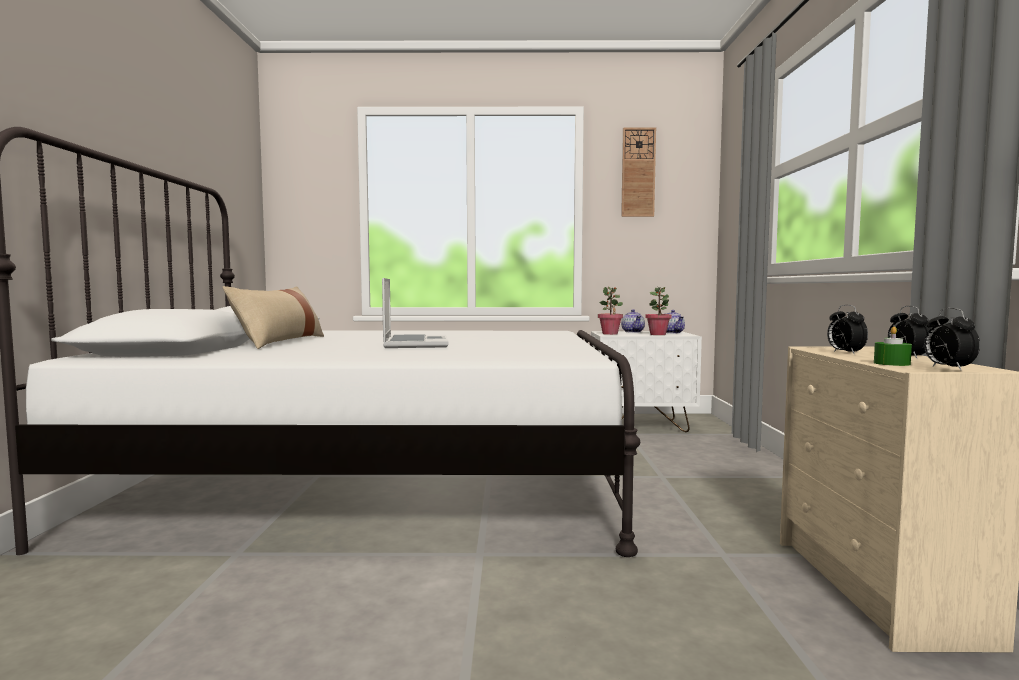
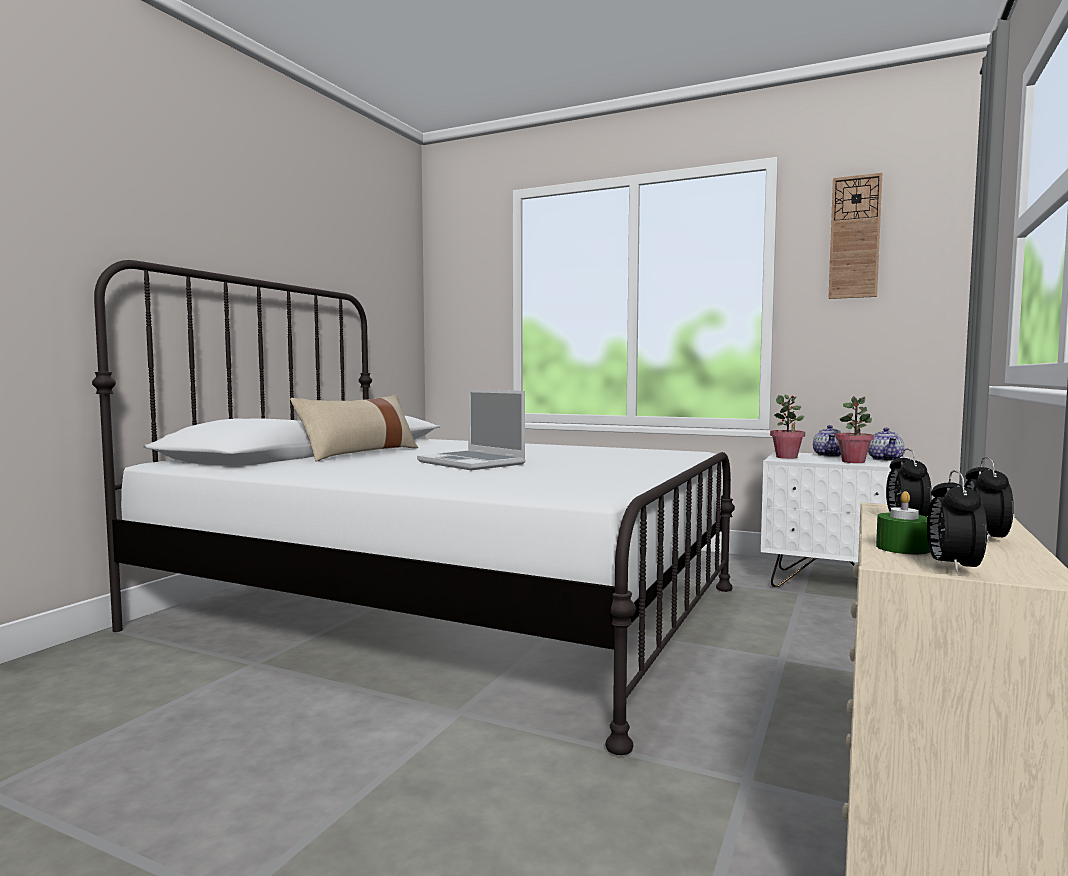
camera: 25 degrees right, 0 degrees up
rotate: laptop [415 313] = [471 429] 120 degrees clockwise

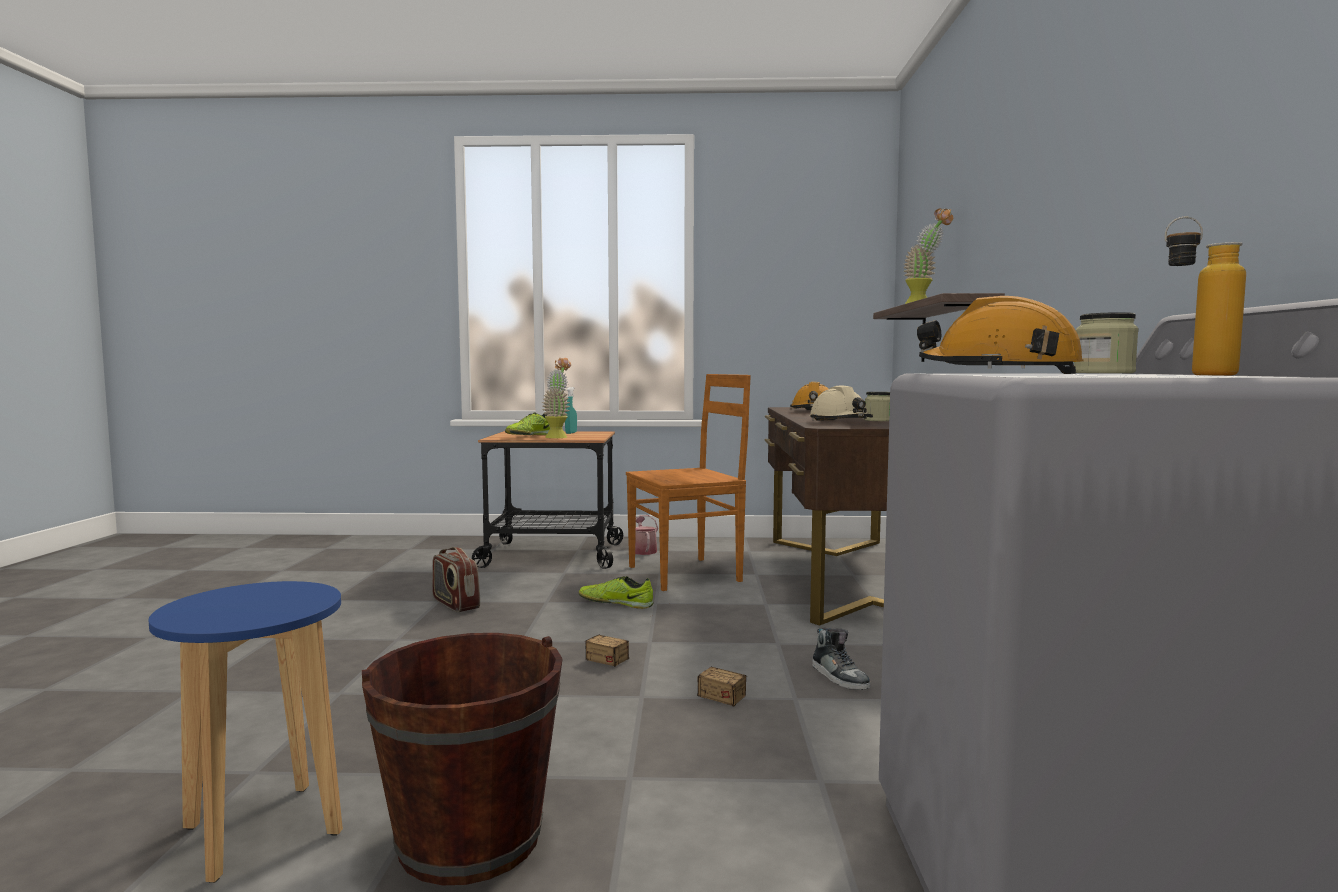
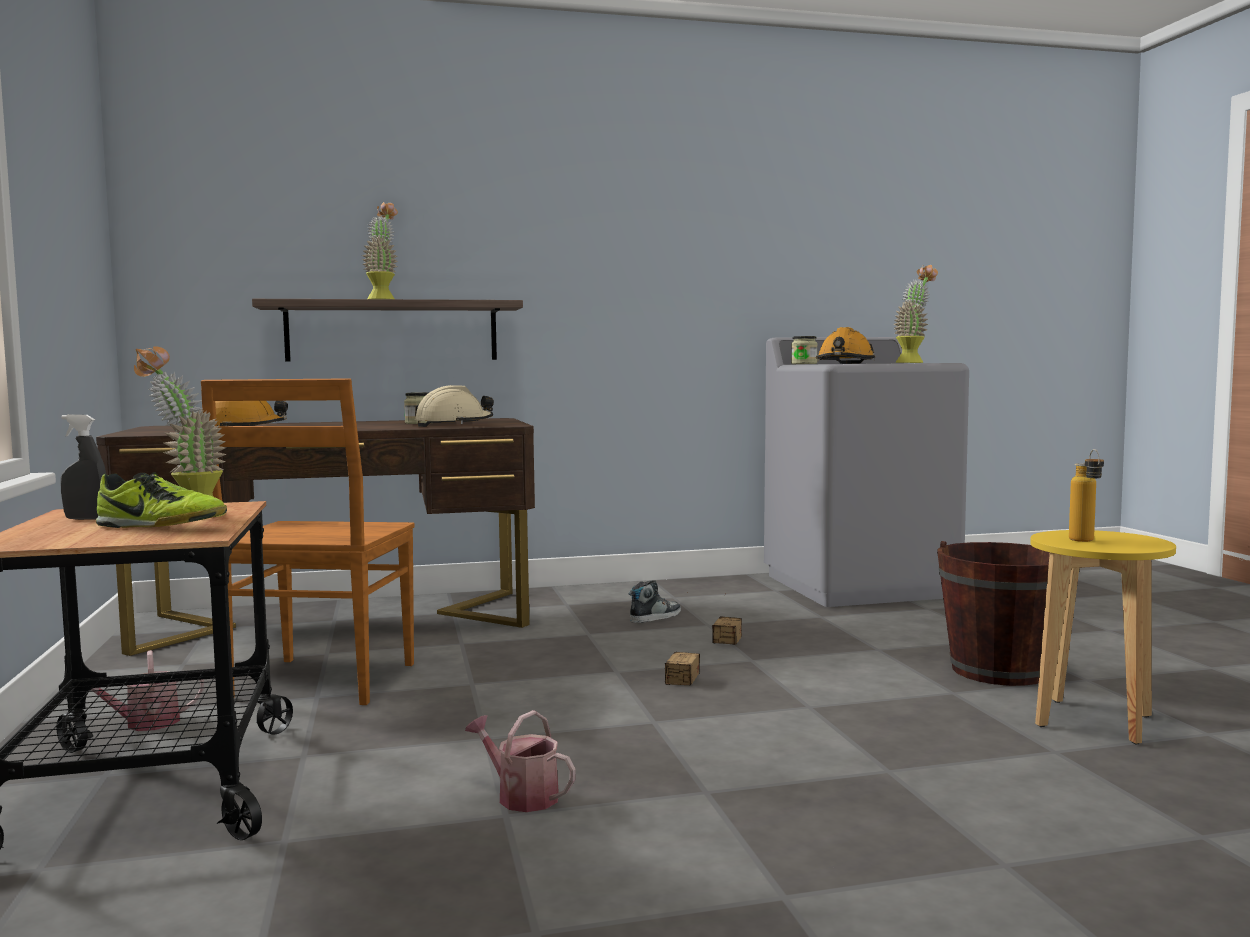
camera: 105 degrees left, 0 degrees up
delete: shoe [616 592]
insert: potted plant [915 314]
move: bottle [1205 295] to [1086 495]
replace: radio [456 579] to watering can [520 761]
recolor: blue stool [245 732] to yellow stool [1103 637]; turquoise spray bottle [571 410] to grey spray bottle [83 467]
rotate: brown chair [688 482] = [308 541] 135 degrees counterclockwise

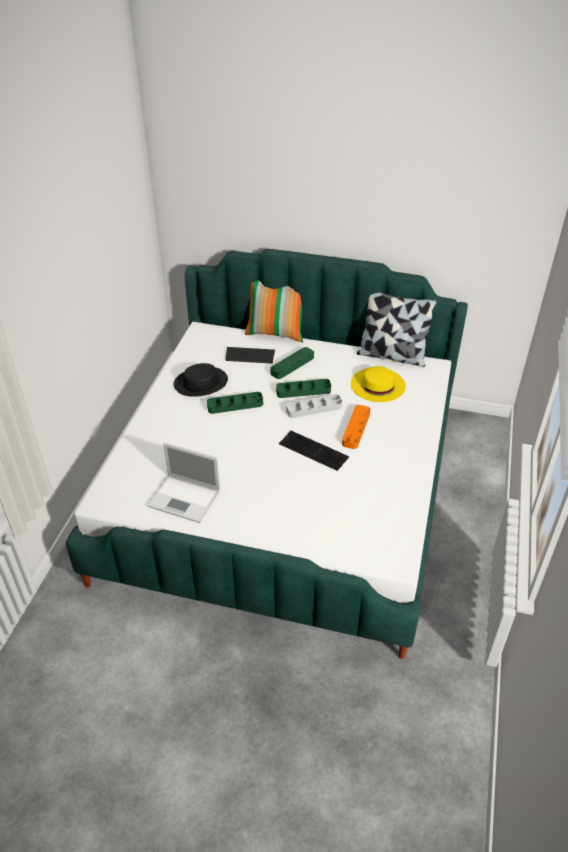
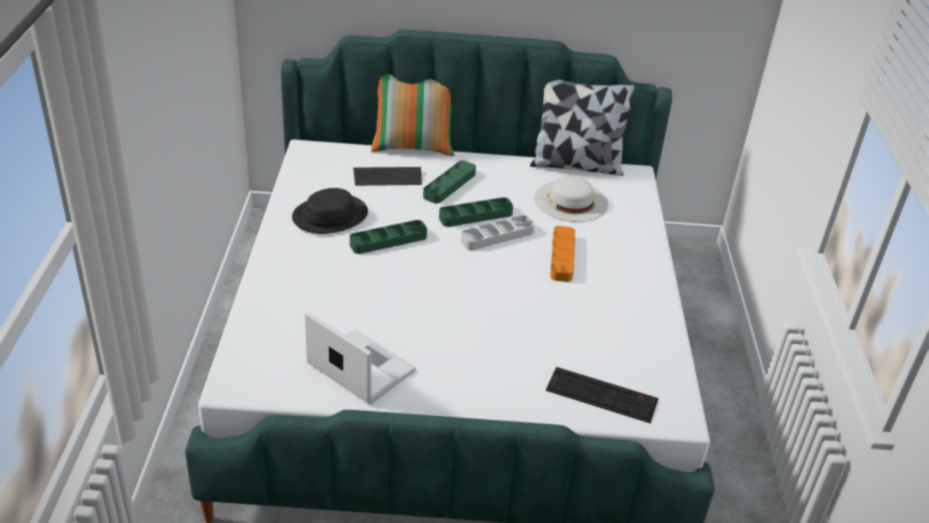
camera: 15 degrees left, 5 degrees down
move: keyboard [314 451] to [602 395]
recolor: yellow hat [378 384] to white hat [571 199]
rotate: laptop [183 483] = [360 357] 150 degrees counterclockwise

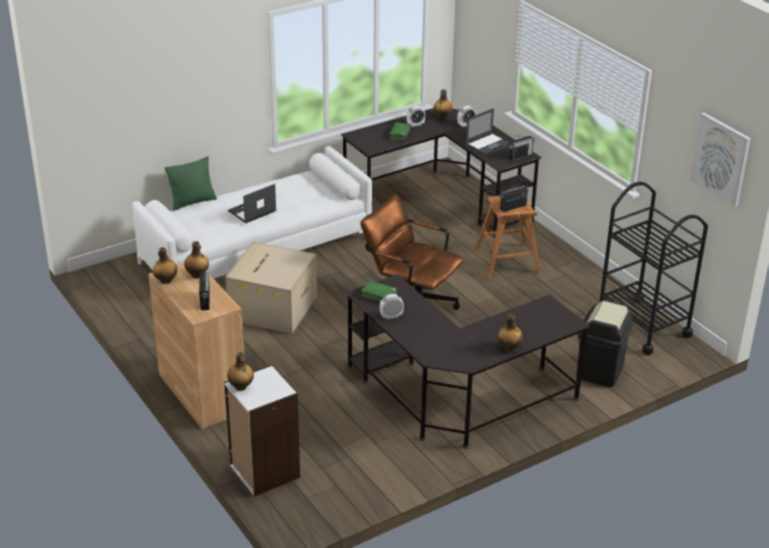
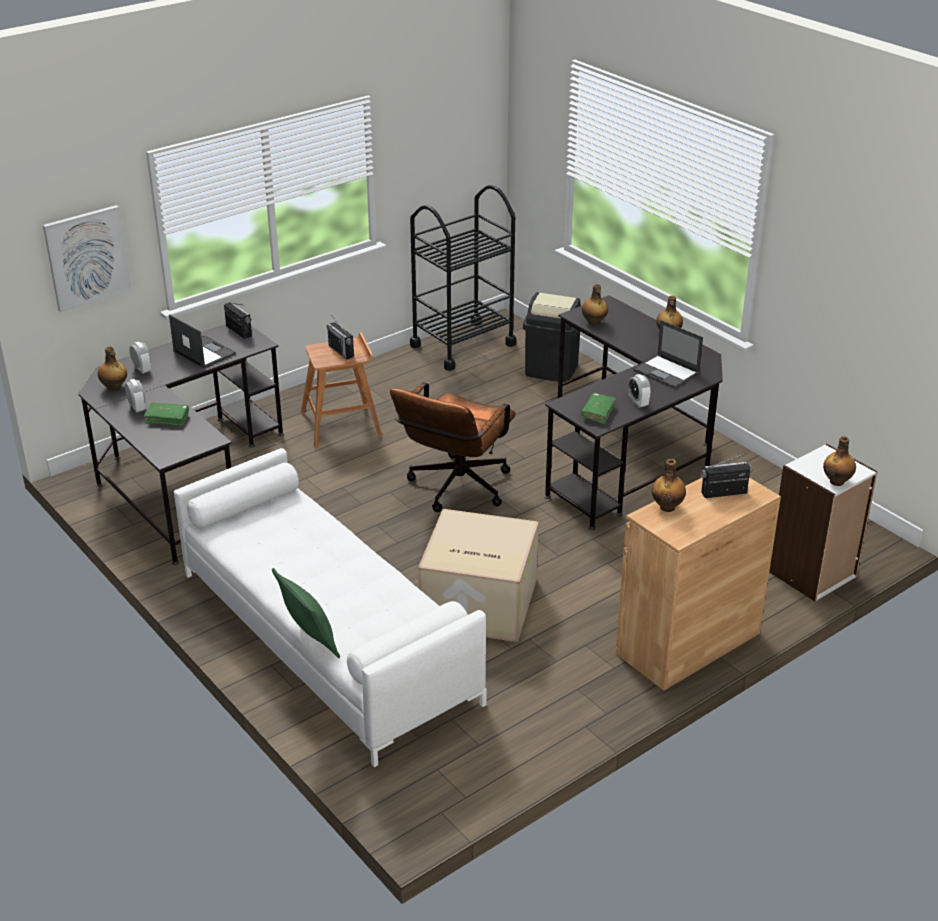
camera: 95 degrees left, 0 degrees up
move: bottle [165 265] to [595 305]; laptop [252 203] to [668 354]; picture [720 160] to [87 258]

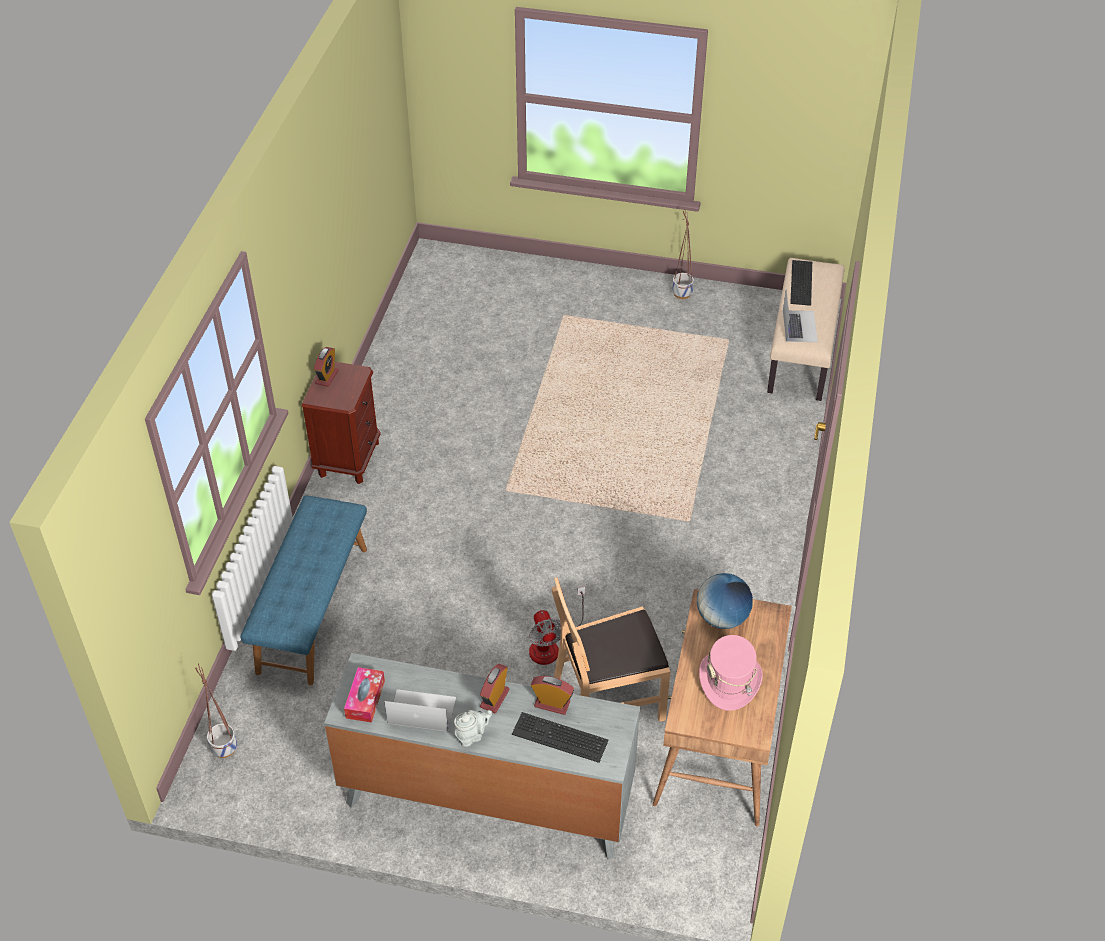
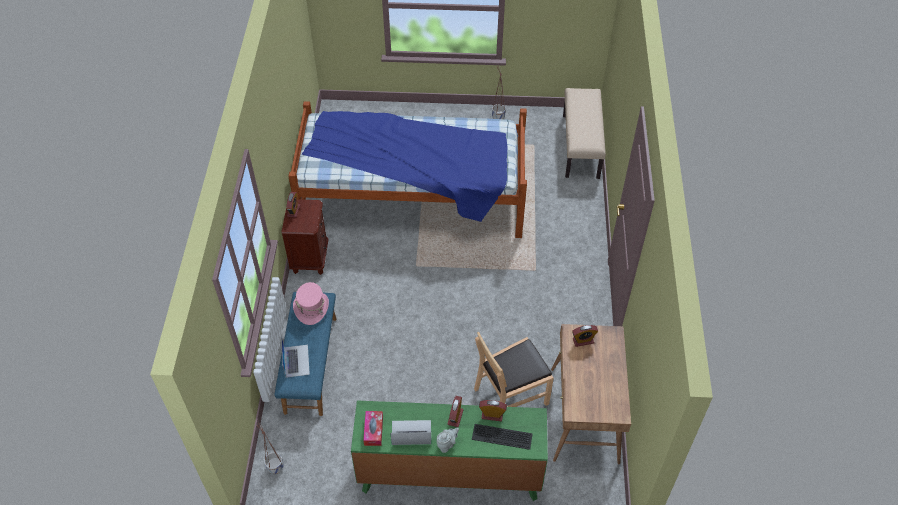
camera: 10 degrees left, 5 degrees up
delete: fan [557 626]; keyboard [801 283]
insert: bed [407 169]
move: pink hat [731 673] to [311 303]; laptop [800 315] to [295 357]
replace: globe [725 601] to alarm clock [585 336]
recolor: grey dresser [482 756] to green dresser [449 451]

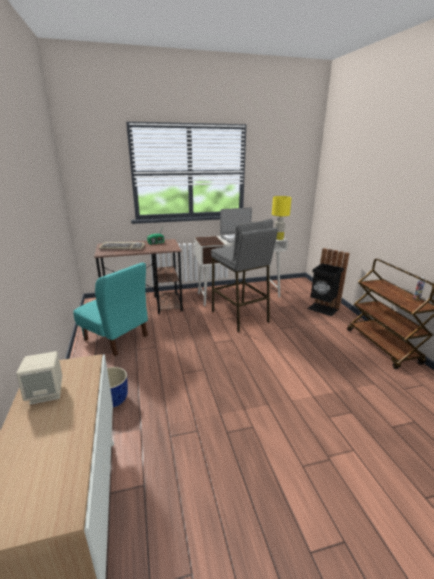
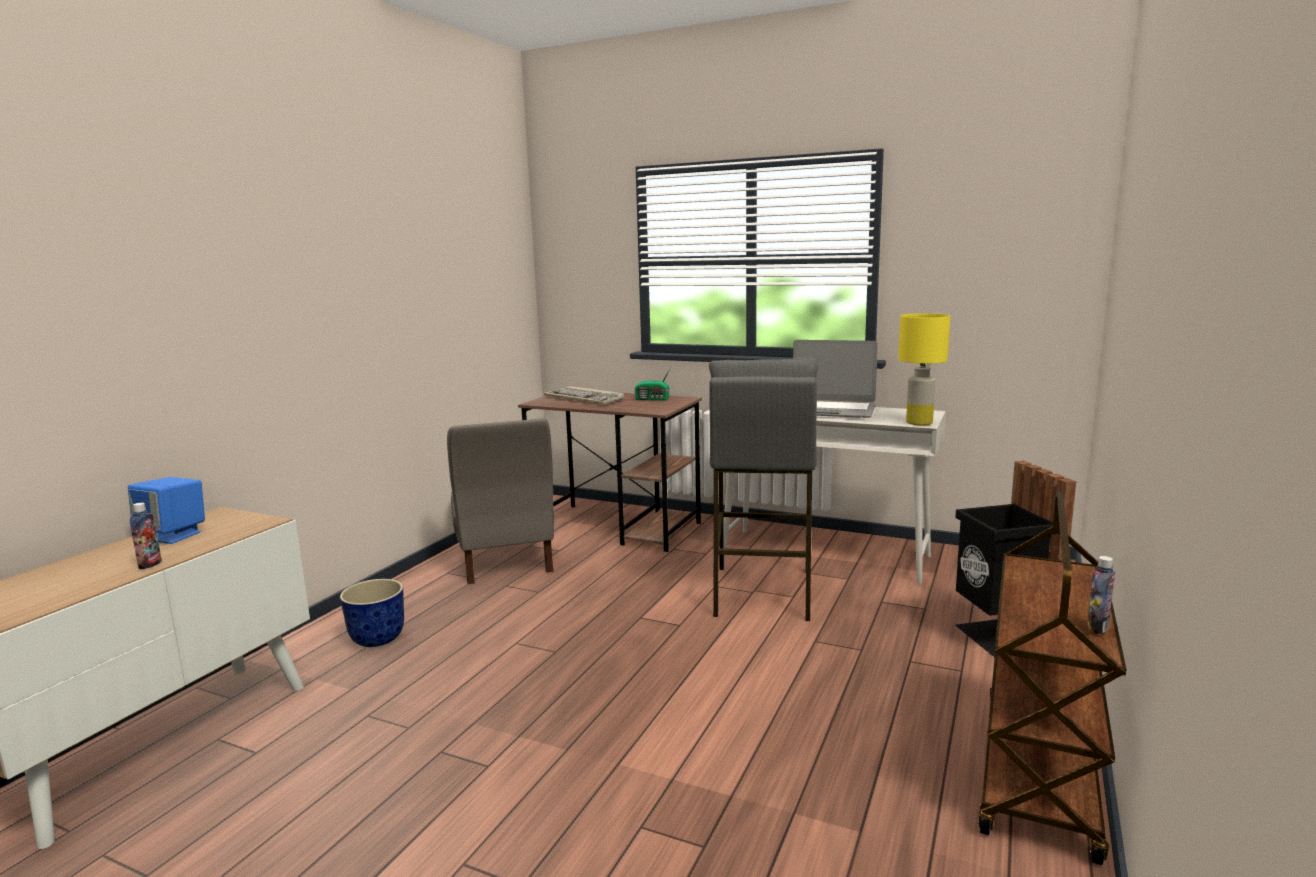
camera: 40 degrees right, 10 degrees down
insert: bottle [146 535]
recolor: beige speaker [39 378] to blue speaker [166 510]; turquoise chair [110 309] to grey chair [500 501]

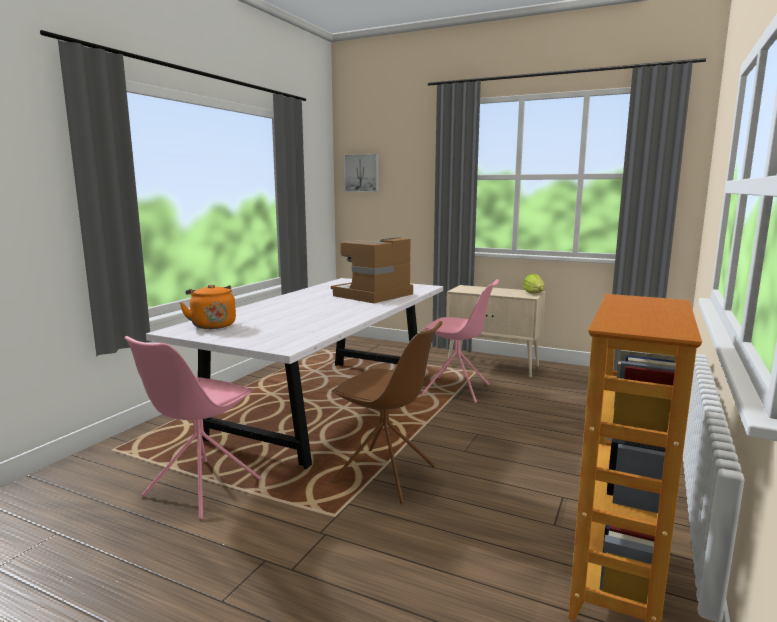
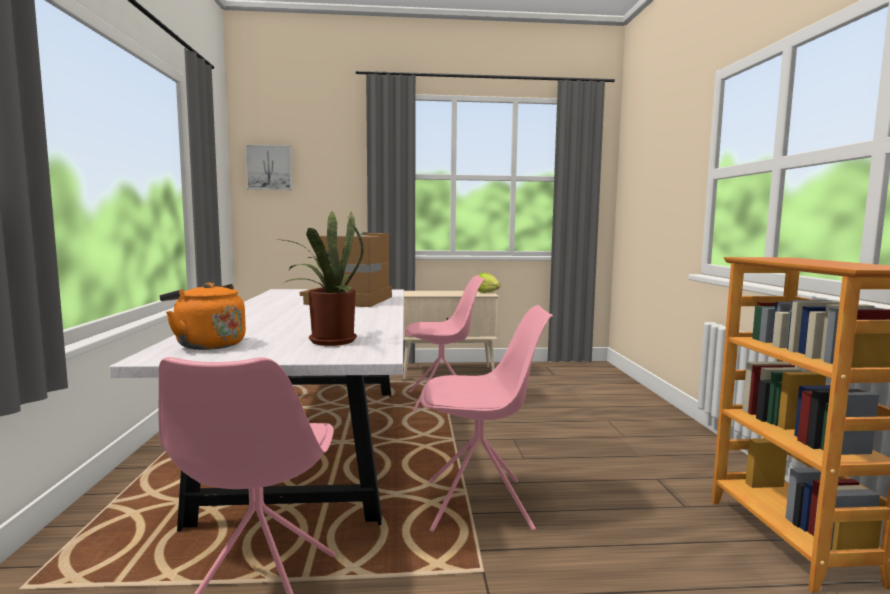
camera: 30 degrees left, 5 degrees down
insert: potted plant [320 278]
recolor: brown chair [387 412] to pink chair [486 418]

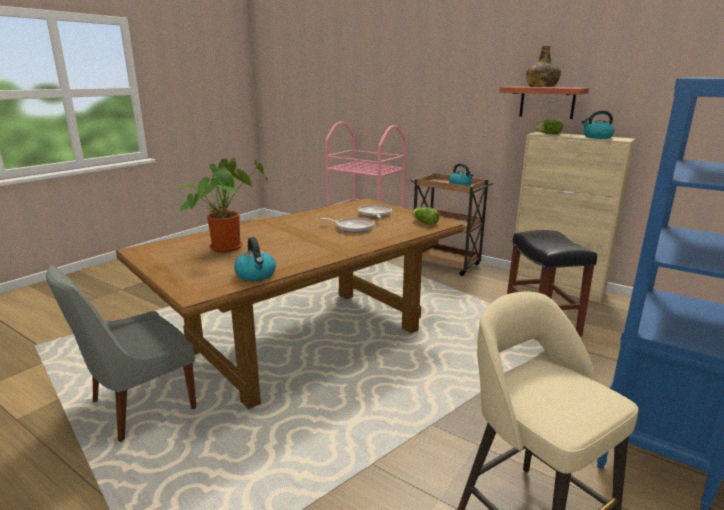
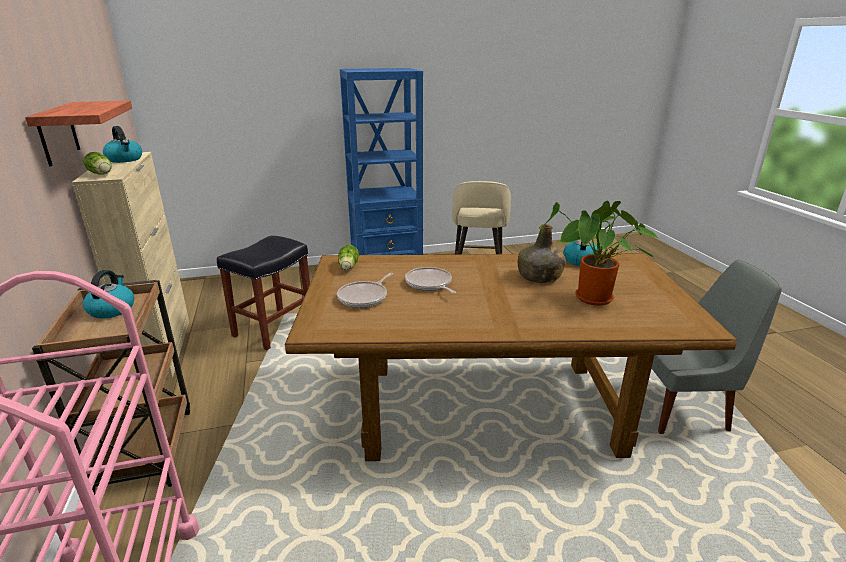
camera: 140 degrees left, 5 degrees up
move: green bottle [543 66] to [542 253]

